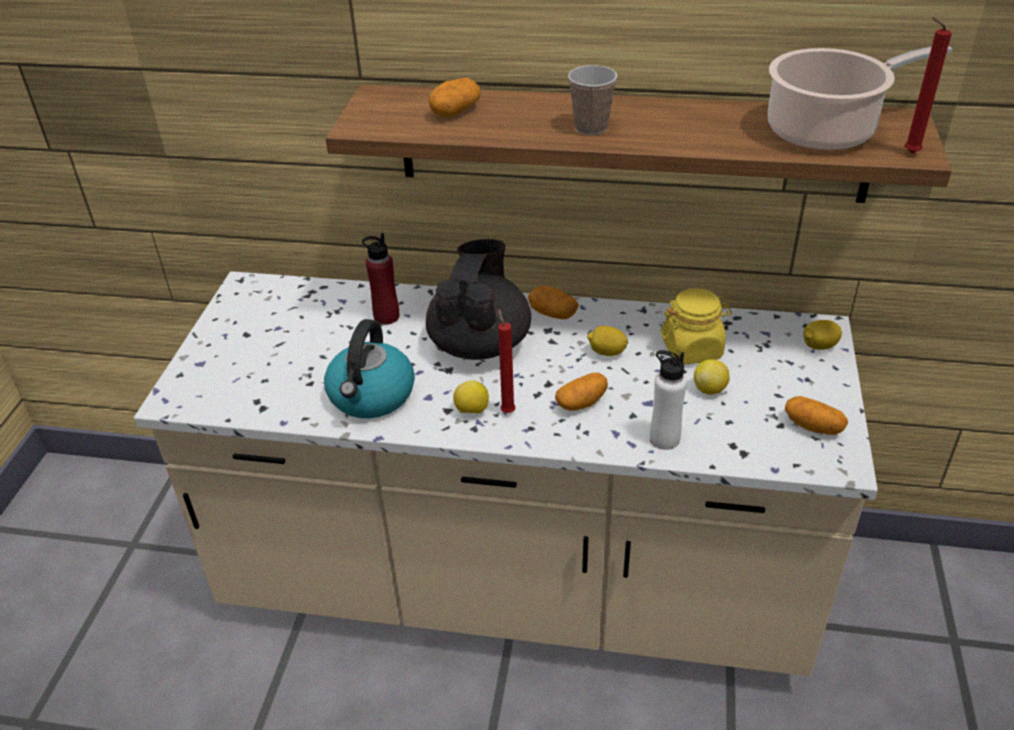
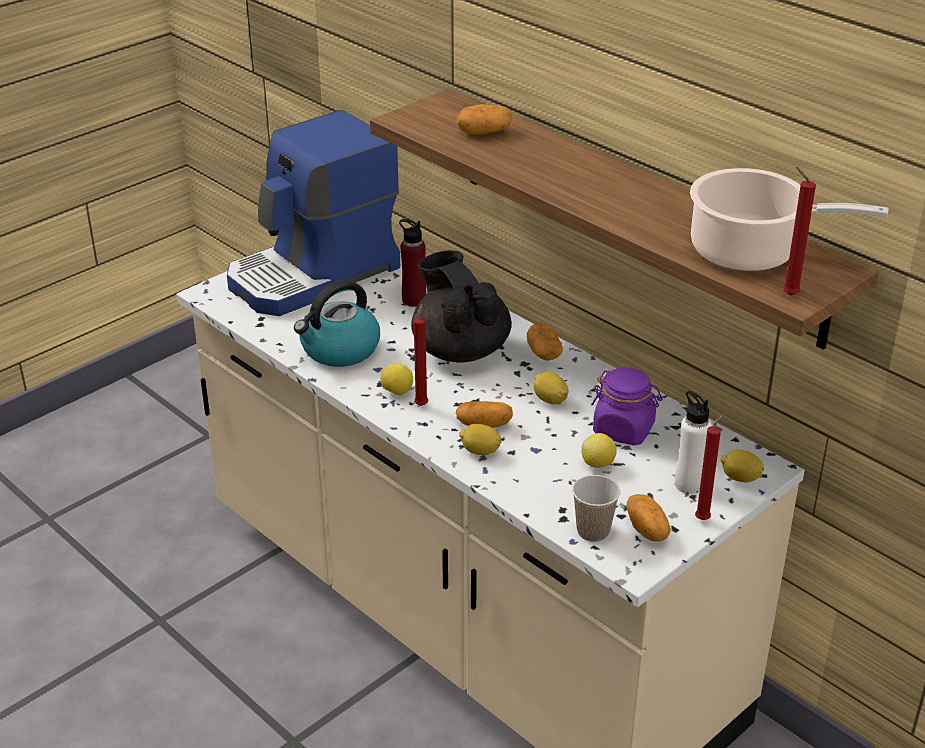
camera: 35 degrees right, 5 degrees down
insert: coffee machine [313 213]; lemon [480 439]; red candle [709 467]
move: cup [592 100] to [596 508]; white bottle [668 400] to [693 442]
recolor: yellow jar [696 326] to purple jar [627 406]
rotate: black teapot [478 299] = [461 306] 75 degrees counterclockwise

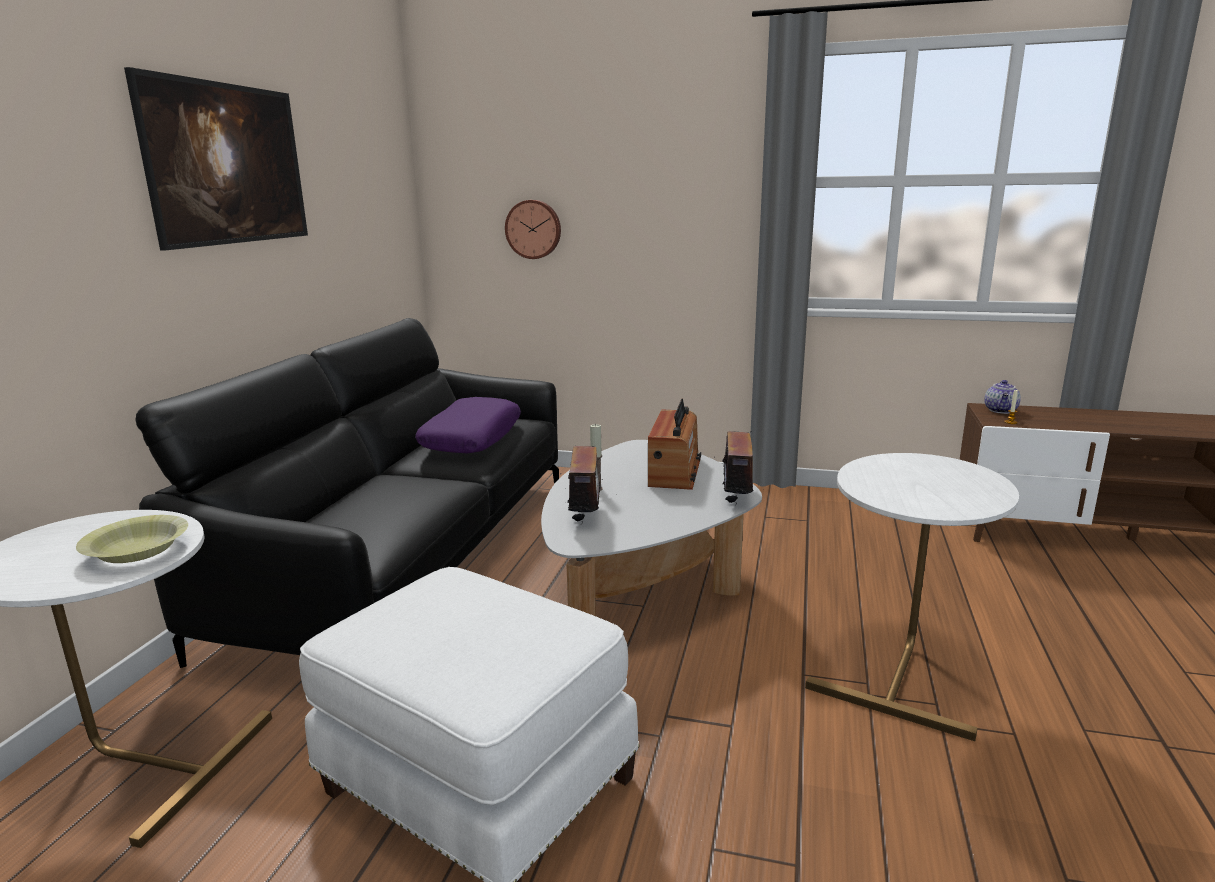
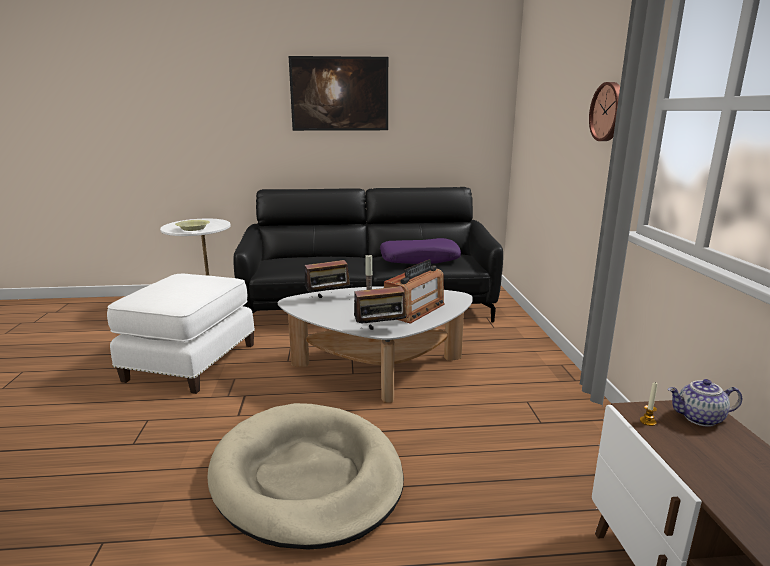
camera: 70 degrees right, 0 degrees up
move: wall clock [533 229] to [604 111]
replace: white side table [912 597] to beige dog bed [305 476]
rotate: radio [674 444] = [414 291] 45 degrees counterclockwise

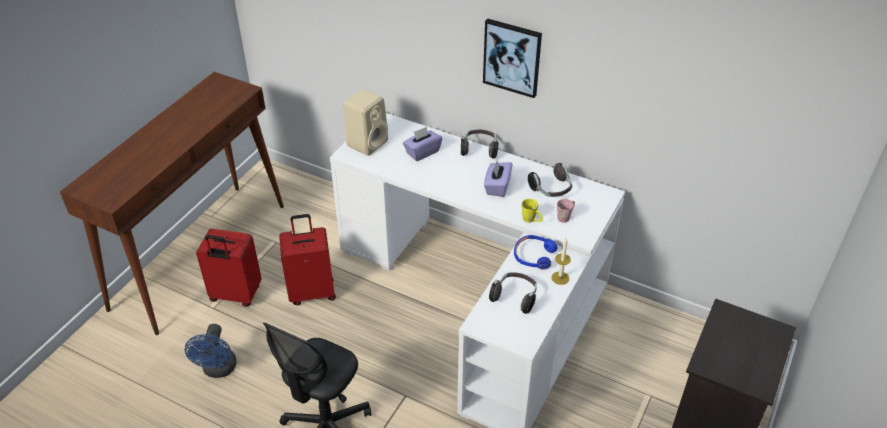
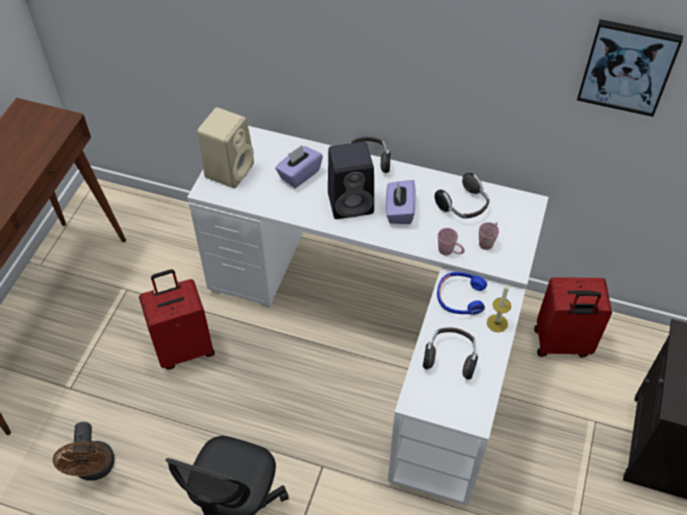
camera: 10 degrees left, 10 degrees up
insert: black speaker [351 180]
move: red suitcase [229 268] to [573 317]; picture [512 58] to [630 68]
recolor: blue fan [211 351] to brown fan [84 451]; yellow mug [532 211] to pink mug [451 241]

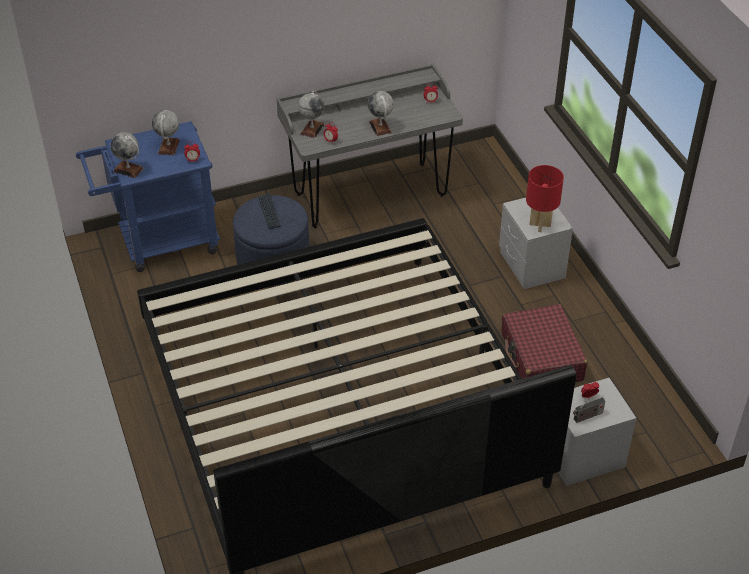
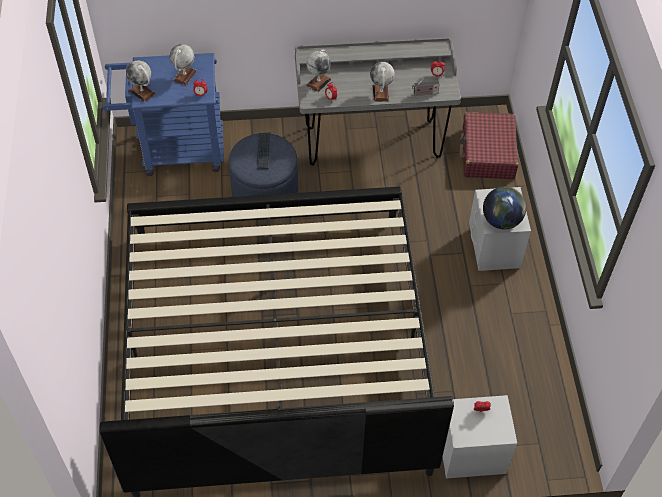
camera: 15 degrees right, 10 degrees up
move: red suitcase [544 343] to [488 145]; radio [589 410] to [426 87]
replace: red table lamp [545 198] to globe [504 207]

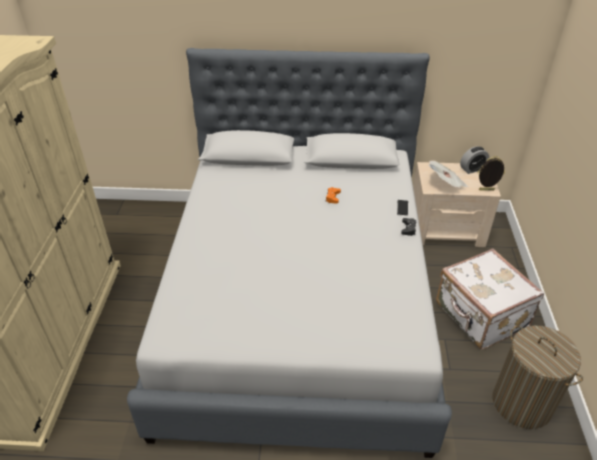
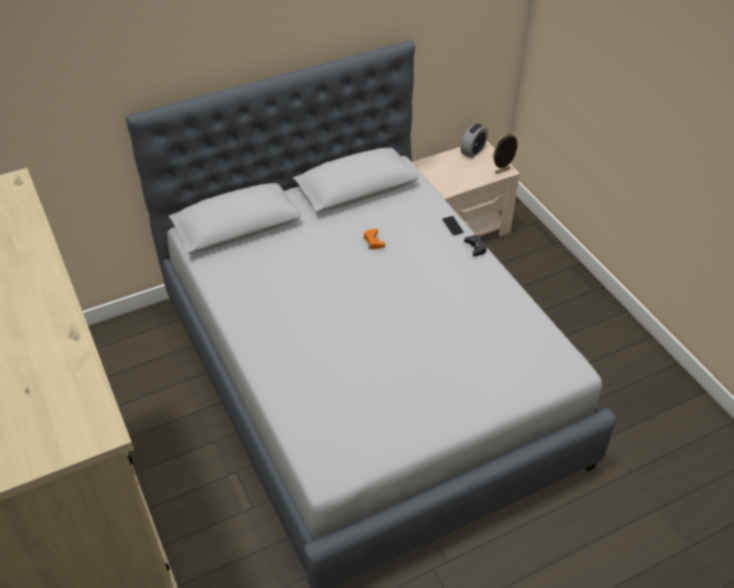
camera: 30 degrees left, 5 degrees up
delete: newspaper [448 174]; white suitcase [490 299]; laundry basket [537 377]

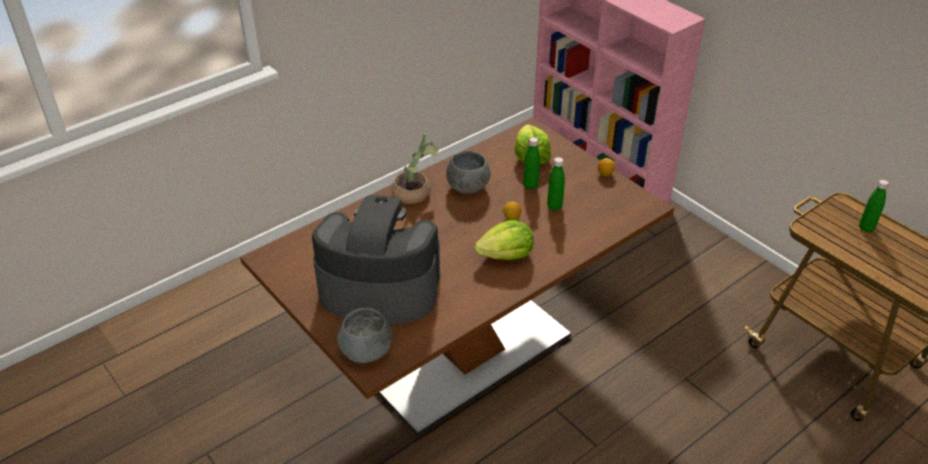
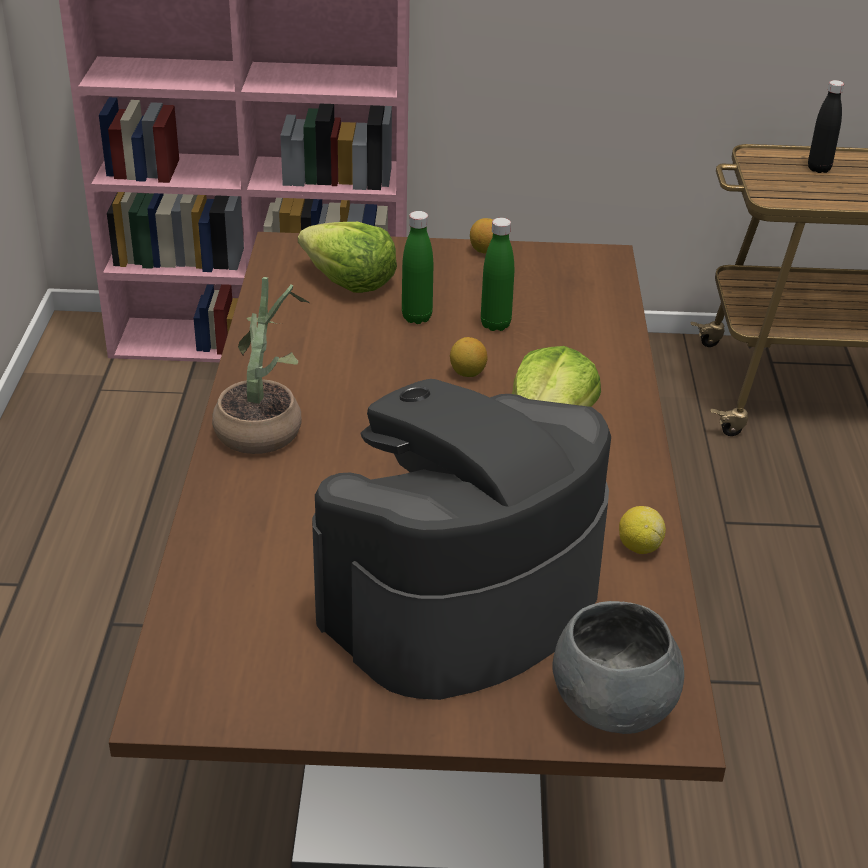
camera: 50 degrees left, 5 degrees down
delete: grey bowl [468 172]
insert: lemon [642 530]
recolor: green bottle [874 206] to black bottle [826 126]

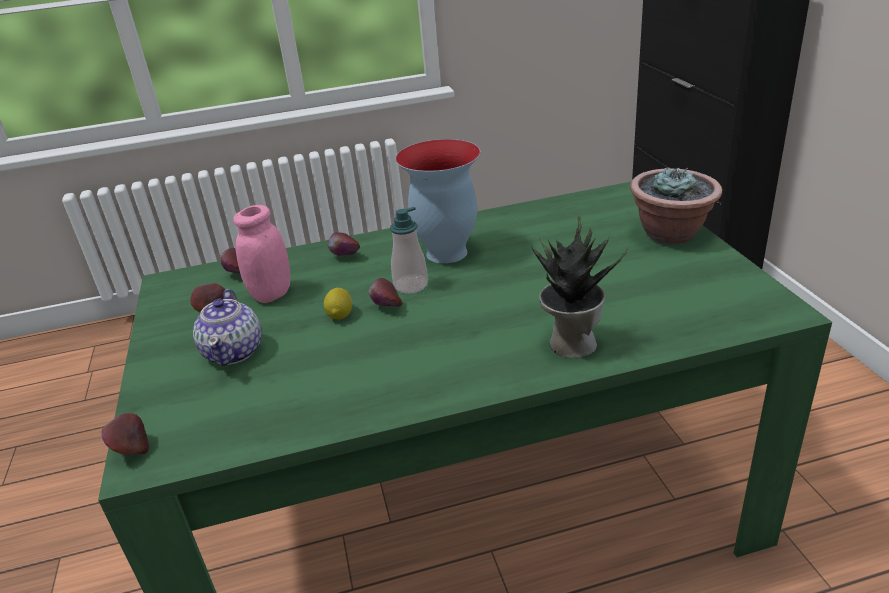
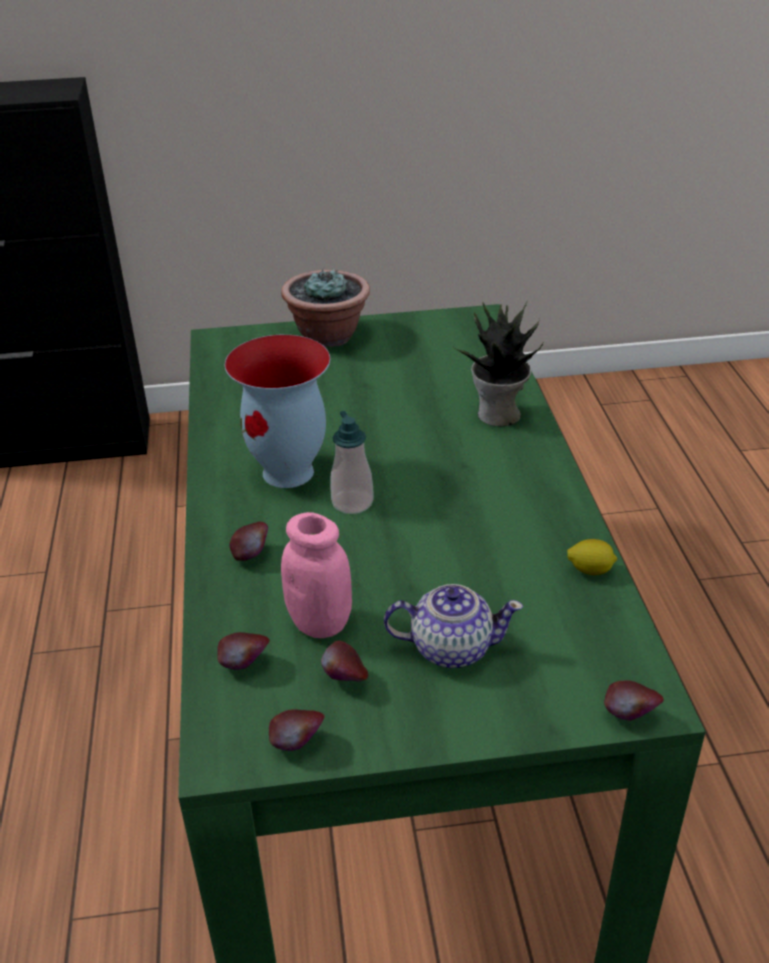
camera: 85 degrees left, 5 degrees up
move: lemon [337 304] to [592 557]; apple [385 292] to [297 730]

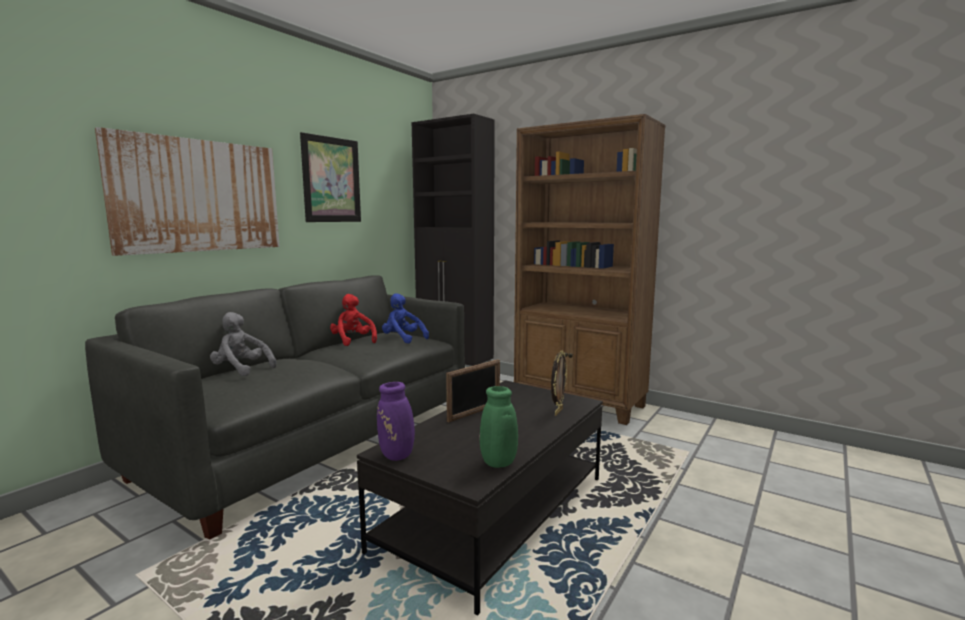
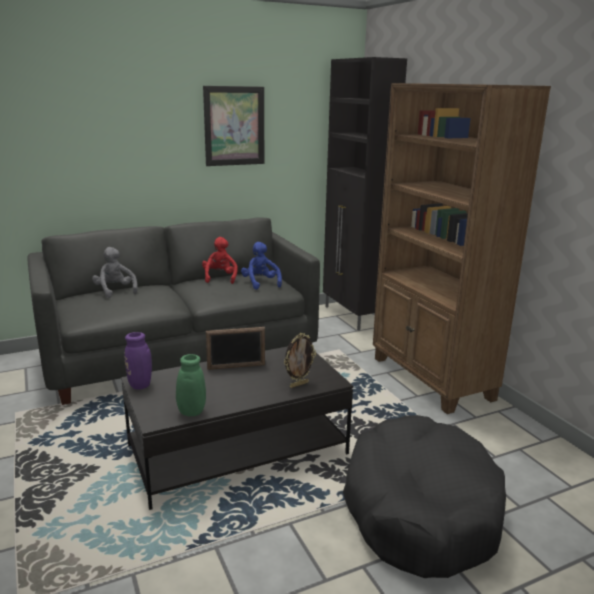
camera: 30 degrees right, 10 degrees up
delete: picture [187 191]
insert: black dog bed [424 496]

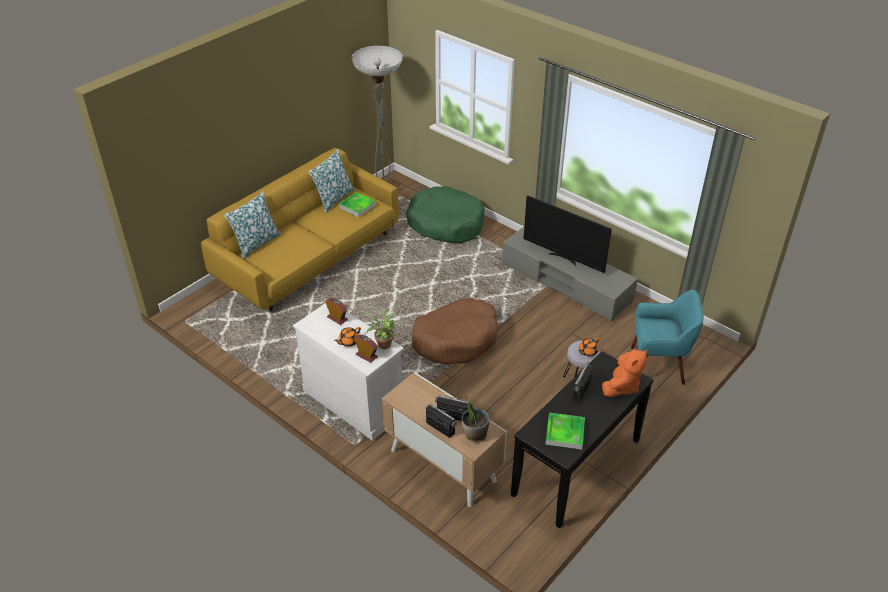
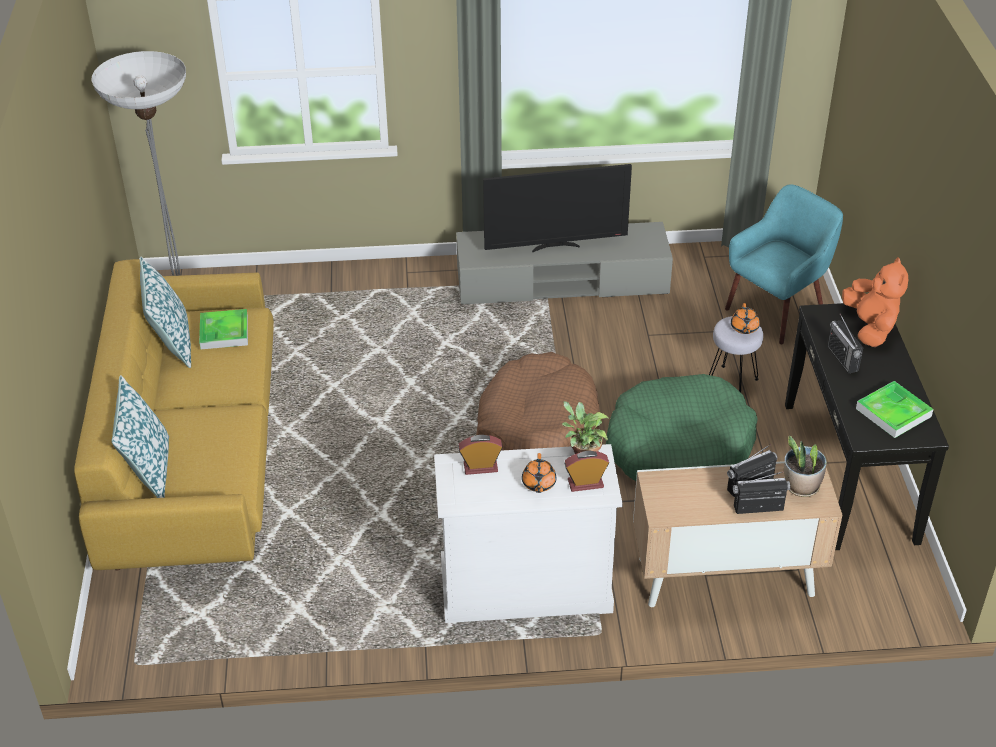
camera: 45 degrees left, 0 degrees up
move: green dog bed [445 215] to [682 427]

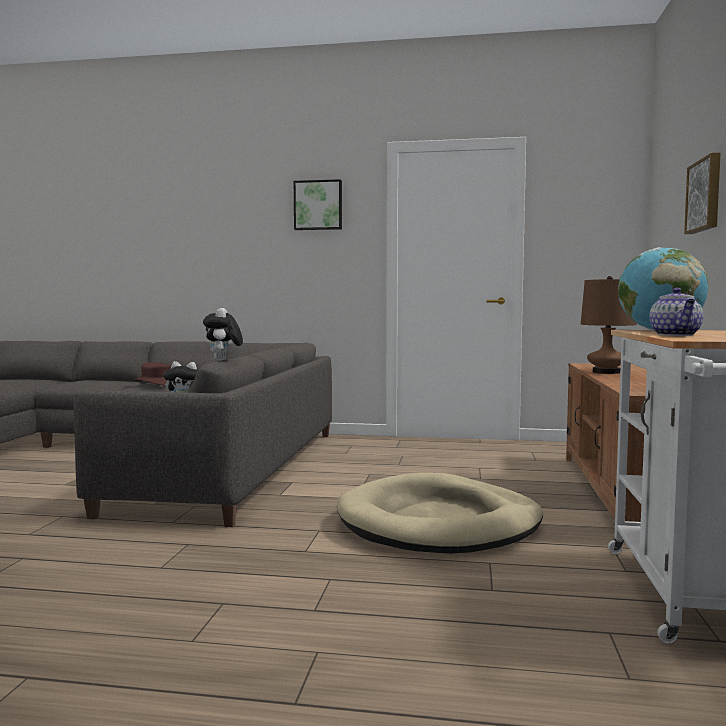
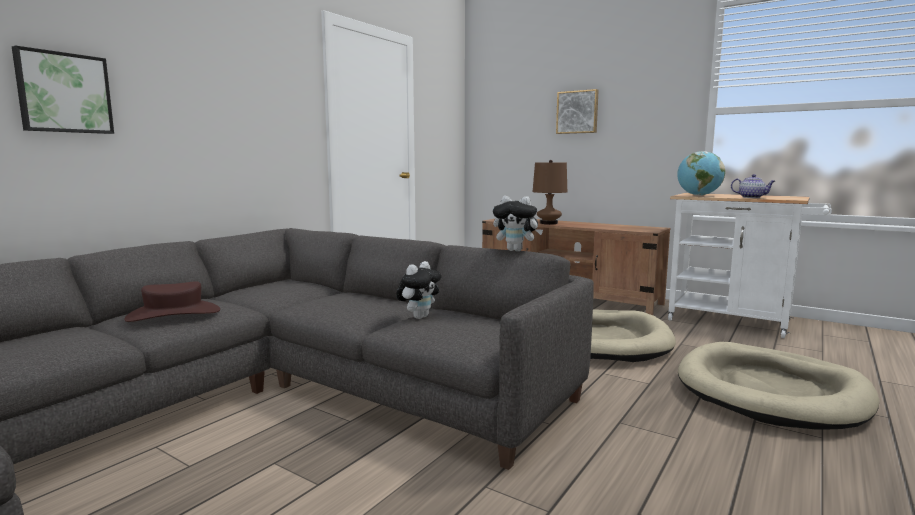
camera: 65 degrees left, 5 degrees up
insert: beige dog bed [778 386]
move: picture [318 204] to [63 89]

